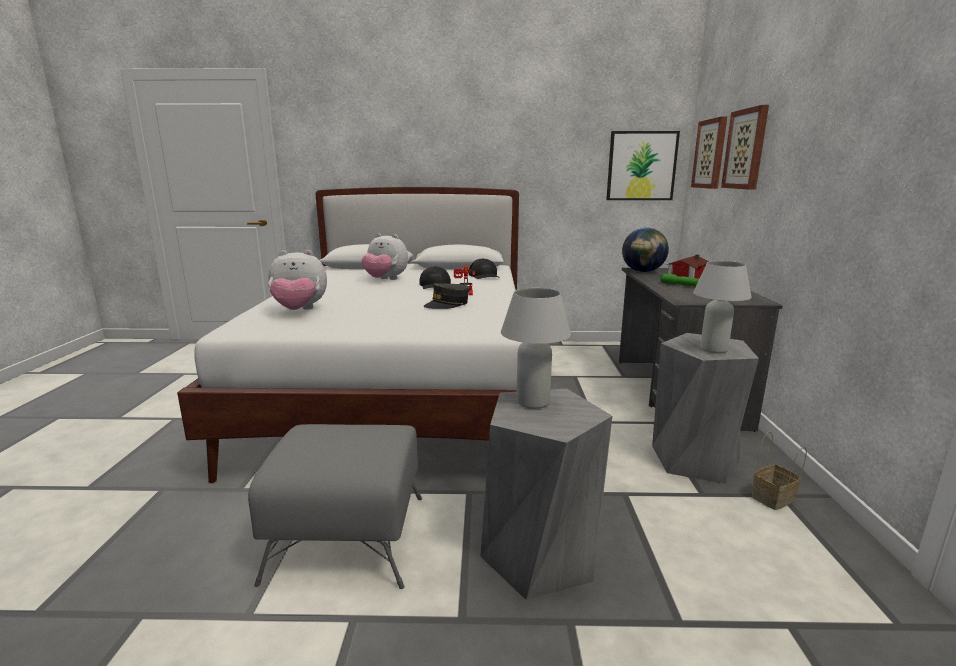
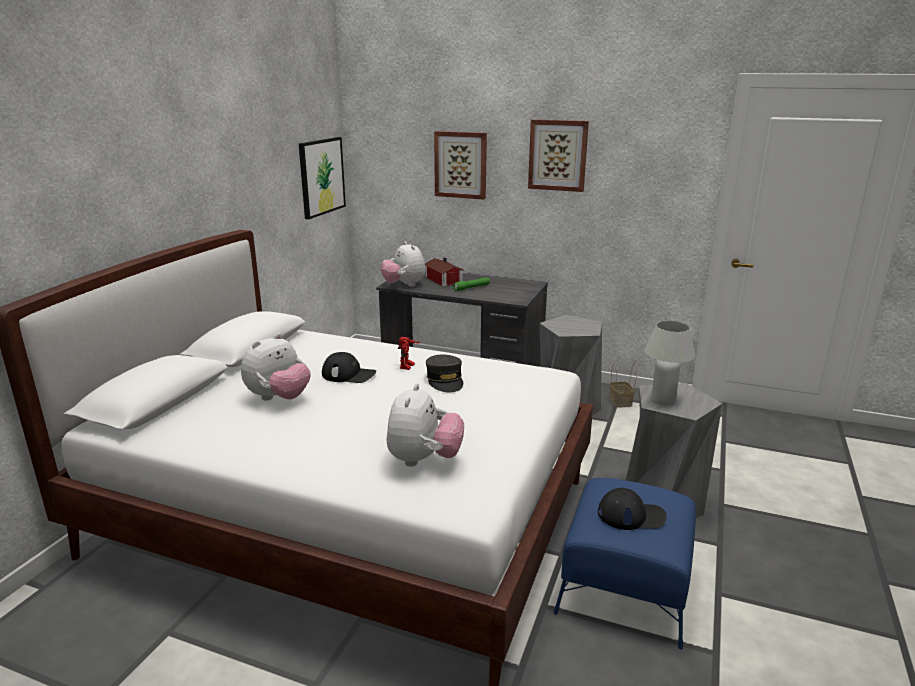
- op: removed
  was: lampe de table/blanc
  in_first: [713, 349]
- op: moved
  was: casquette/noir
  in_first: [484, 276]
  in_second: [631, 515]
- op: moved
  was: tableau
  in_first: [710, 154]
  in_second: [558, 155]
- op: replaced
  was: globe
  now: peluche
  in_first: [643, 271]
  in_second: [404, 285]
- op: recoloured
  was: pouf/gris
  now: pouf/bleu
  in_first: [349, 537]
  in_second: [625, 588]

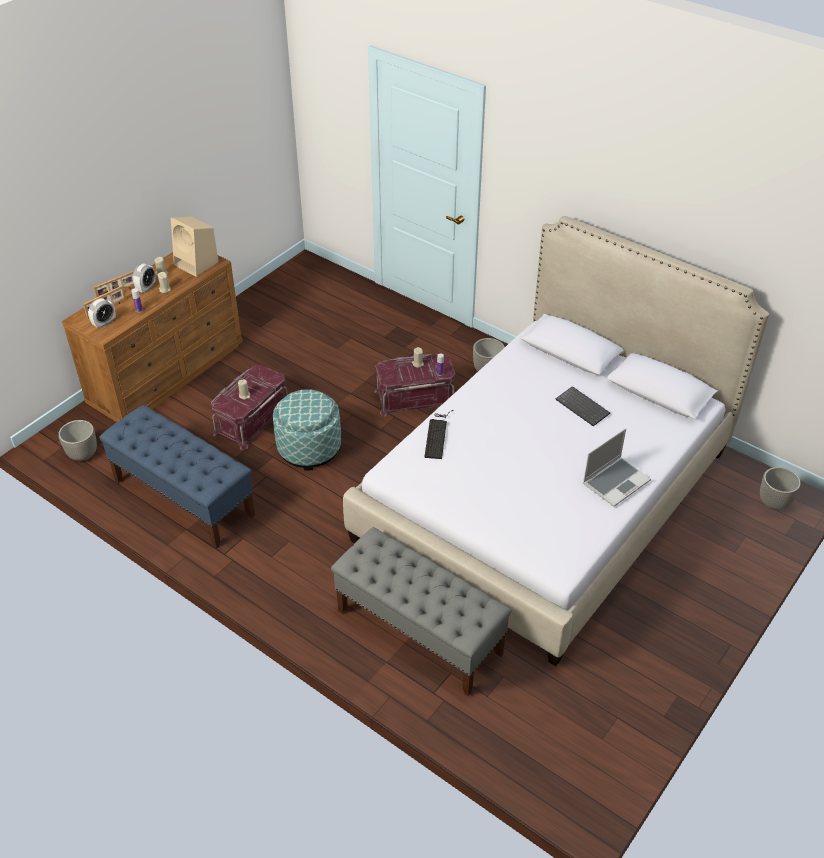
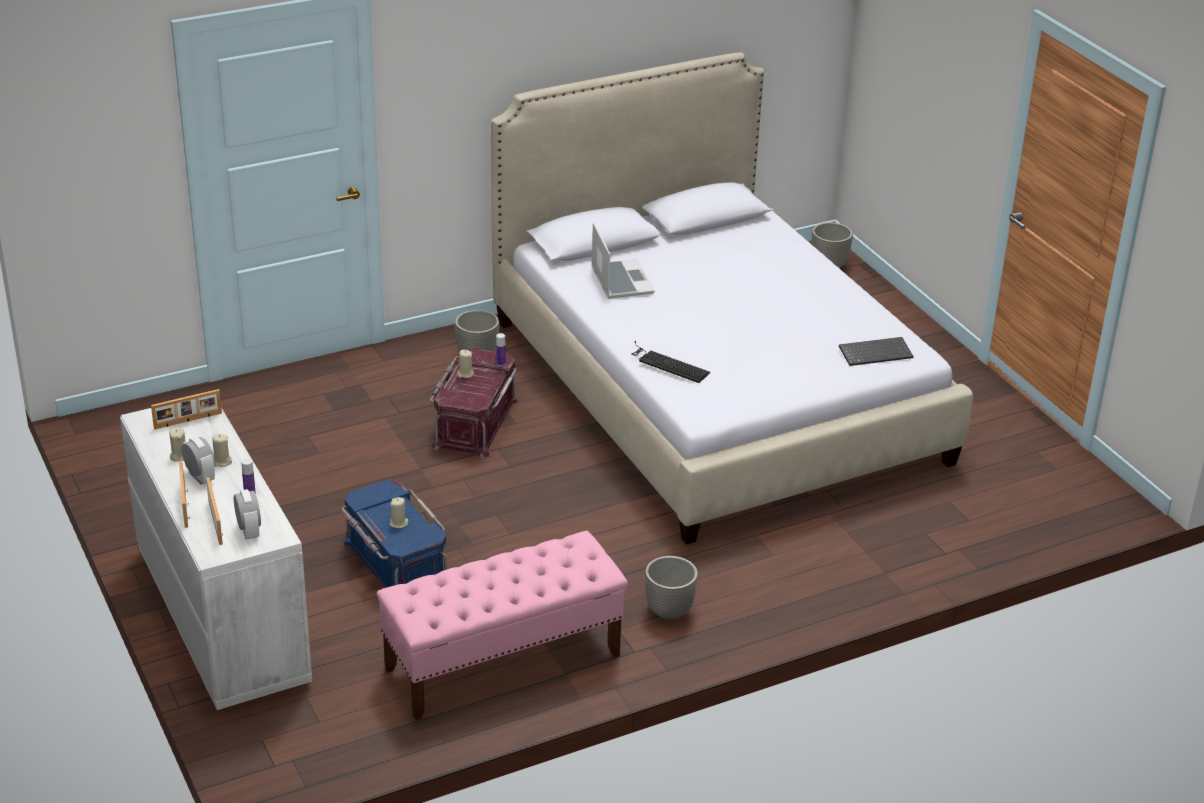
- op: removed
  was: pouf
  in_first: [309, 448]
- op: removed
  was: banc/gris
  in_first: [419, 632]
- op: moved
  was: cache-pot
  in_first: [83, 455]
  in_second: [669, 611]
- op: moved
  was: clavier
  in_first: [583, 407]
  in_second: [876, 352]
- op: moved
  was: ordinateur portable
  in_first: [616, 481]
  in_second: [620, 280]
- op: replaced
  was: enceinte/beige
  now: cadre photo
  in_first: [197, 264]
  in_second: [188, 421]
- op: recoloured
  was: commode/marron
  now: commode/blanc
  in_first: [168, 374]
  in_second: [222, 616]
- op: recoloured
  was: banc/bleu
  now: banc/rose
  in_first: [183, 498]
  in_second: [502, 662]
- op: recoloured
  was: boîte de rangement/rouge
  now: boîte de rangement/bleu
  in_first: [251, 418]
  in_second: [395, 563]

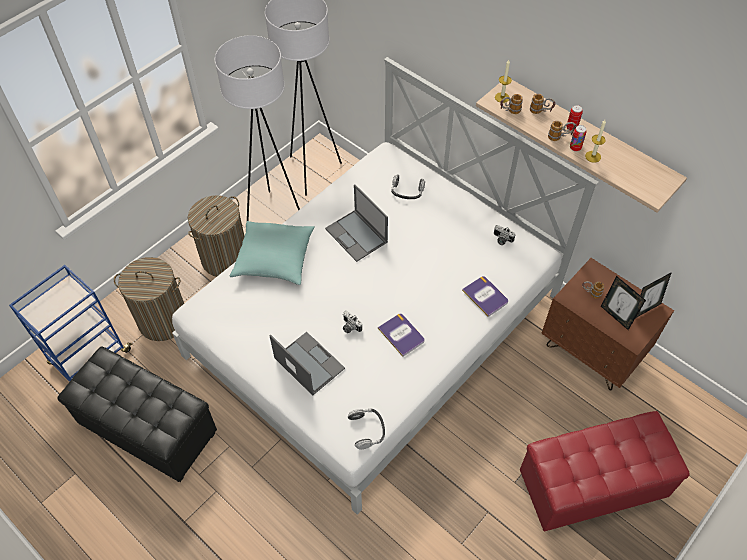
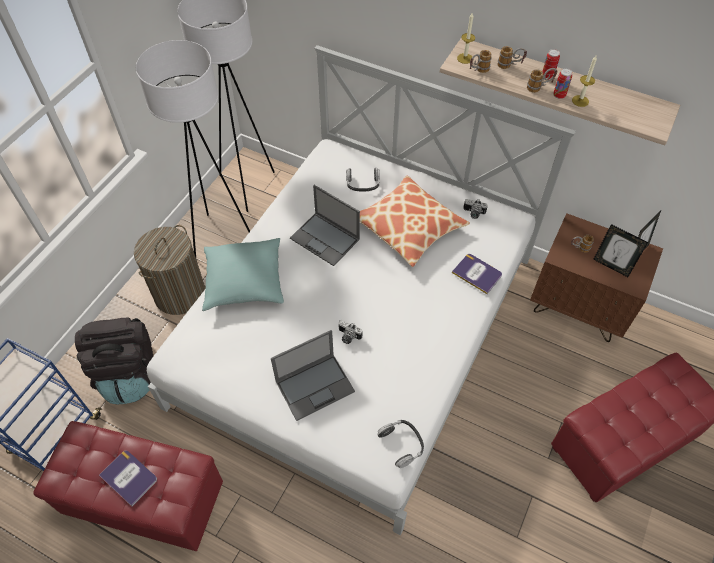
- op: added
  now: coussin
  in_second: [408, 227]
- op: moved
  was: livre
  in_first: [401, 335]
  in_second: [129, 477]
- op: replaced
  was: panier à linge
  now: sac à dos/noir
  in_first: [163, 320]
  in_second: [129, 374]
- op: recoloured
  was: pouf/noir
  now: pouf/rouge
  in_first: [148, 430]
  in_second: [144, 501]
- op: turned
  was: ordinateur portable
  in_first: [308, 363]
  in_second: [315, 386]
  clockwise: 120

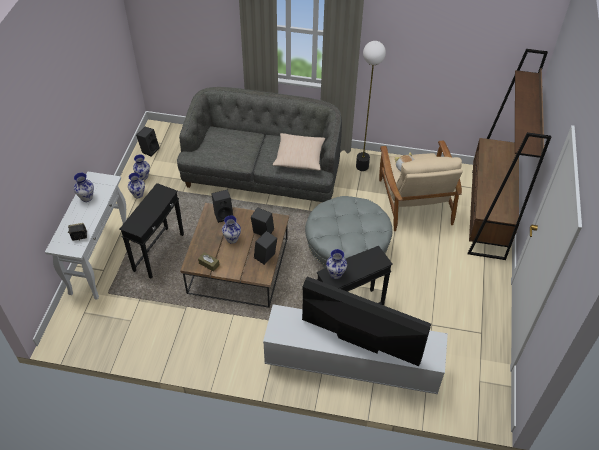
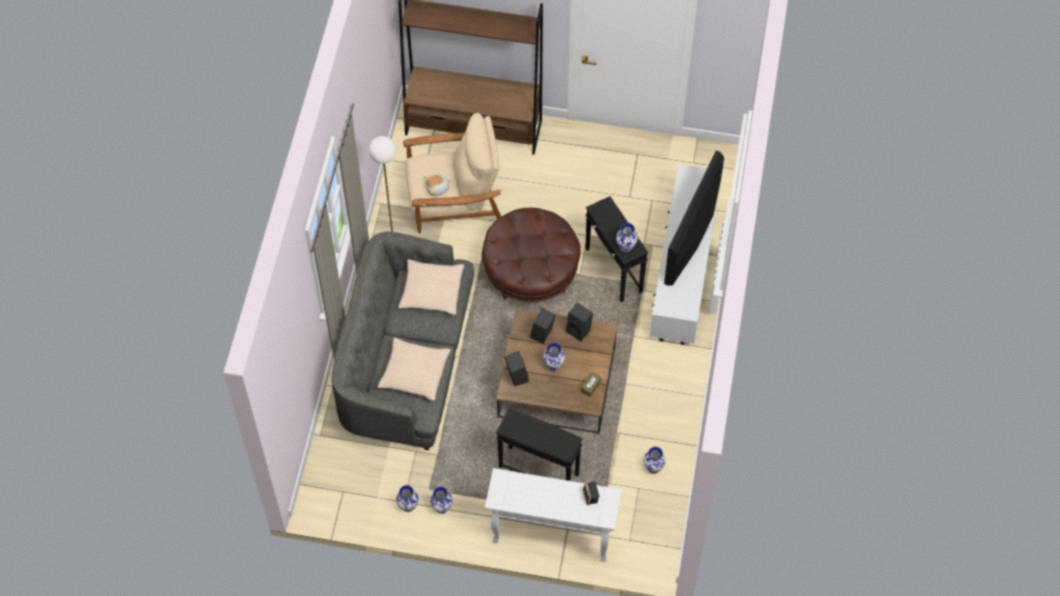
- op: removed
  was: enceinte/noir
  in_first: [149, 149]
- op: added
  now: coussin/beige
  in_second: [414, 373]
- op: moved
  was: vase
  in_first: [86, 198]
  in_second: [653, 468]
- op: recoloured
  was: pouf/gris
  now: pouf/marron
  in_first: [346, 250]
  in_second: [531, 271]

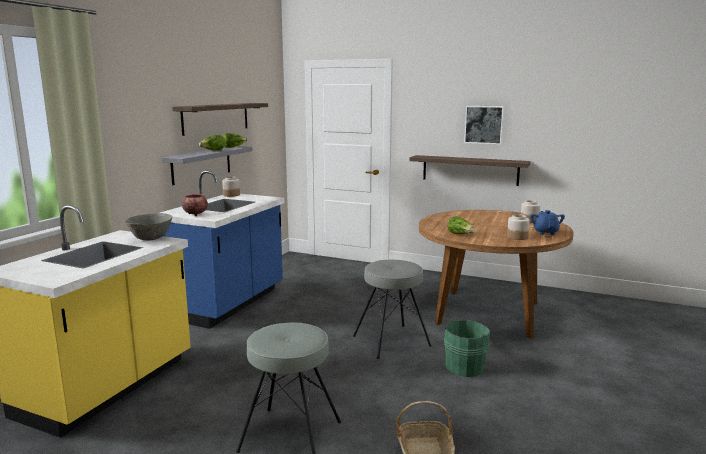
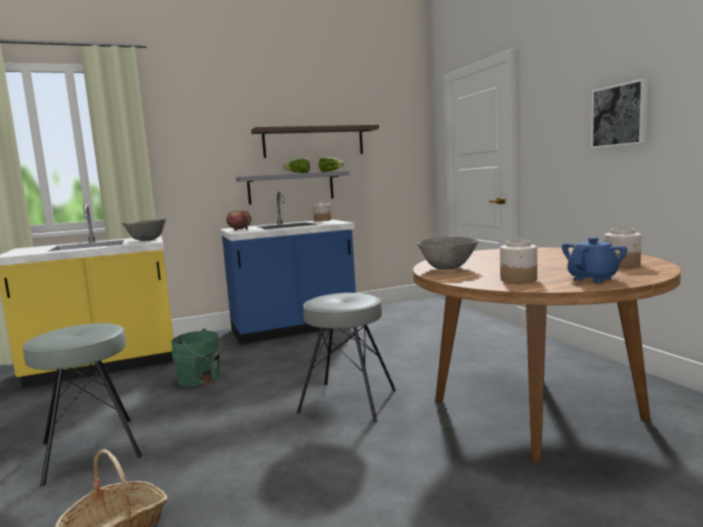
- op: removed
  was: étagère
  in_first: [470, 170]
- op: moved
  was: seau/vert
  in_first: [466, 366]
  in_second: [201, 378]
- op: replaced
  was: laitue
  now: bol/gris
  in_first: [460, 234]
  in_second: [448, 268]

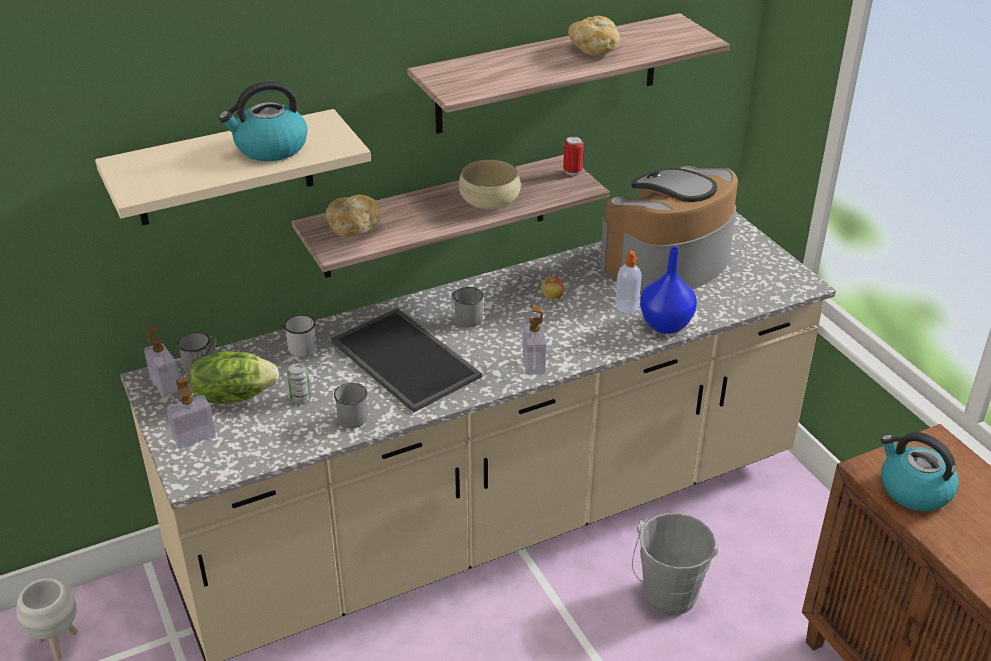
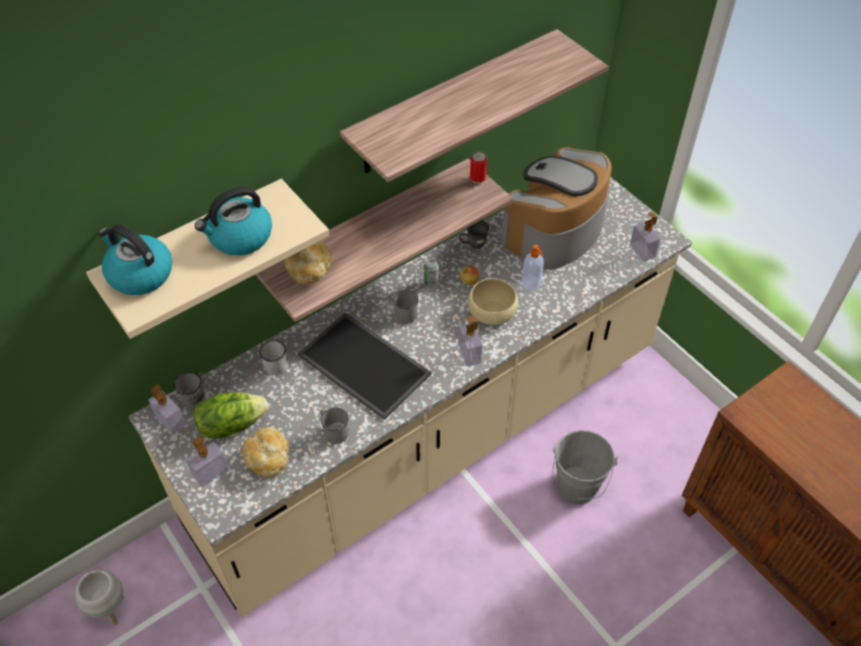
- op: removed
  was: vase/bleu
  in_first: [664, 325]
- op: added
  now: mug/gris
  in_second: [473, 244]
- op: added
  now: distributeur de savon
  in_second: [642, 251]
- op: moved
  was: boîte métallique
  in_first: [300, 398]
  in_second: [431, 282]
- op: moved
  was: bol/beige
  in_first: [489, 200]
  in_second: [492, 311]
- op: moved
  was: pain
  in_first: [594, 49]
  in_second: [268, 458]
- op: moved
  was: bouilloire
  in_first: [913, 490]
  in_second: [139, 274]

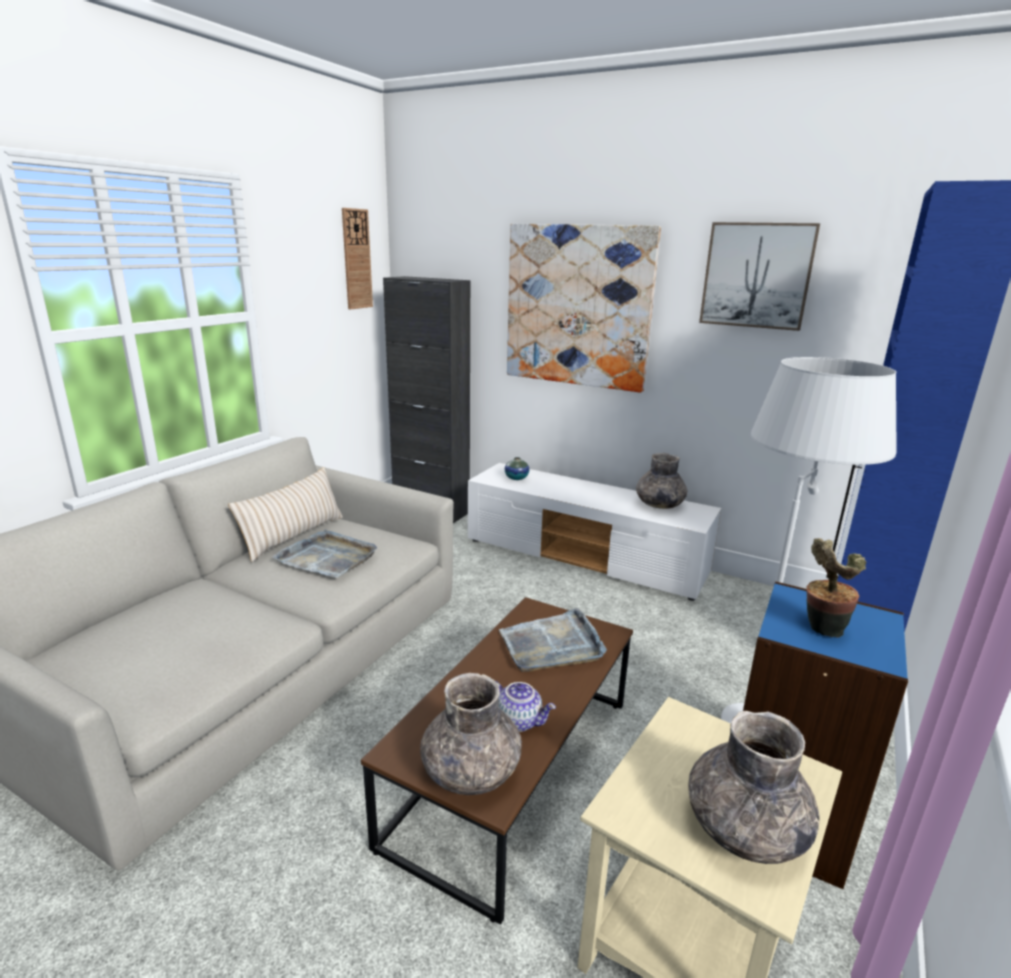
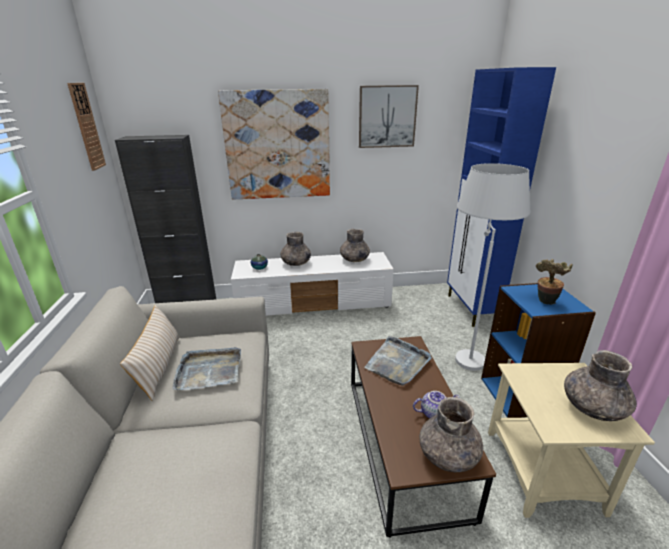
- op: added
  now: vase/gris
  in_second: [296, 263]

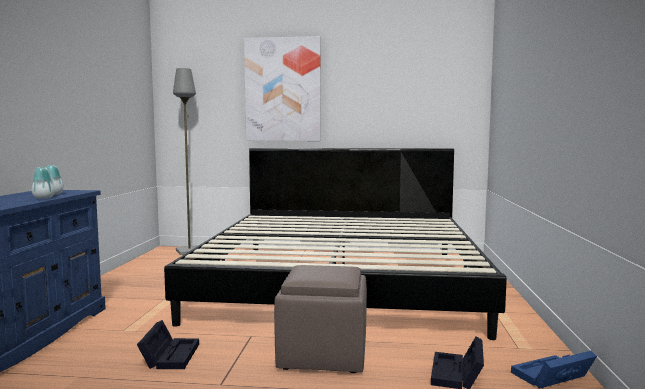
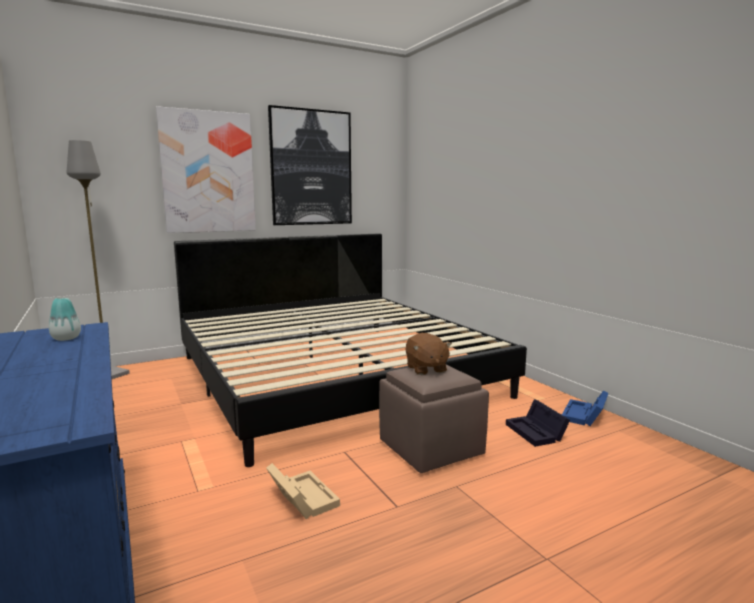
- op: removed
  was: vase
  in_first: [43, 198]
- op: added
  now: tableau
  in_second: [311, 168]
- op: added
  now: peluche/marron
  in_second: [426, 369]
- op: recoloured
  was: boîte de rangement/noir
  now: boîte de rangement/beige
  in_first: [170, 355]
  in_second: [301, 498]

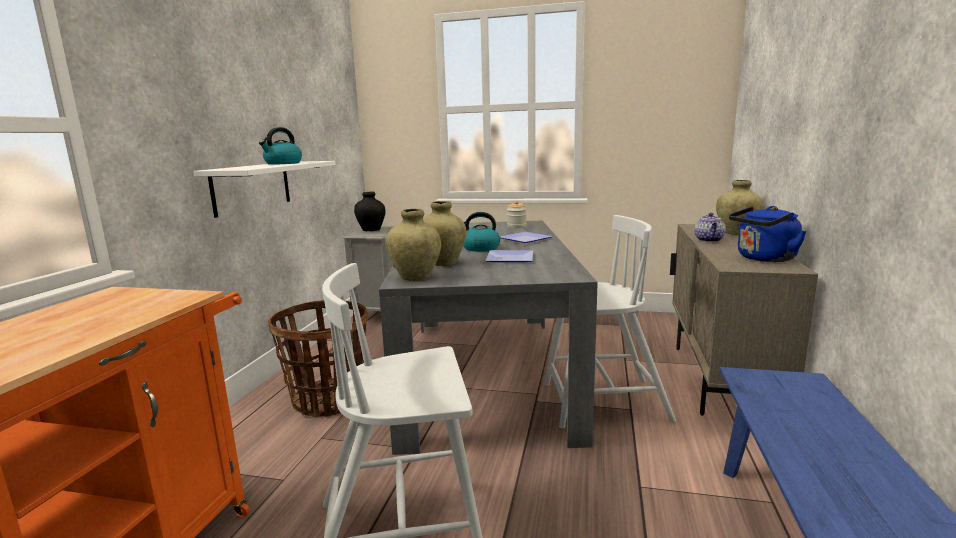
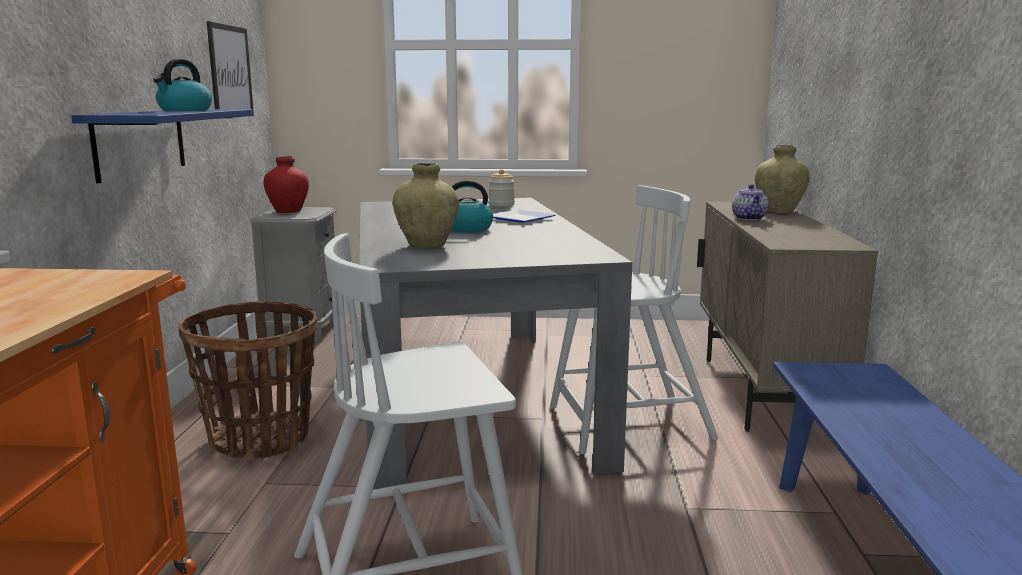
- op: removed
  was: vase/beige
  in_first: [415, 277]
- op: removed
  was: assiette
  in_first: [511, 258]
- op: removed
  was: bouilloire/bleu
  in_first: [763, 259]
- op: added
  now: tableau
  in_second: [230, 71]
- op: recoloured
  was: étagère/blanc
  now: étagère/bleu
  in_first: [252, 187]
  in_second: [140, 142]
- op: recoloured
  was: vase/noir
  now: vase/rouge
  in_first: [371, 230]
  in_second: [288, 211]

